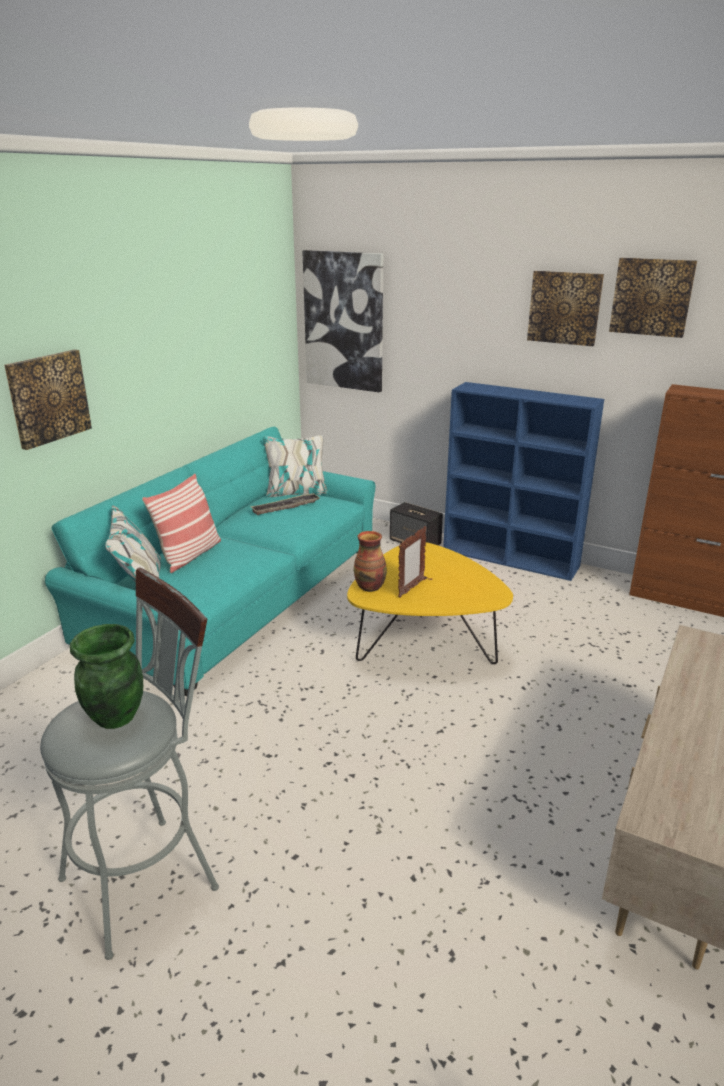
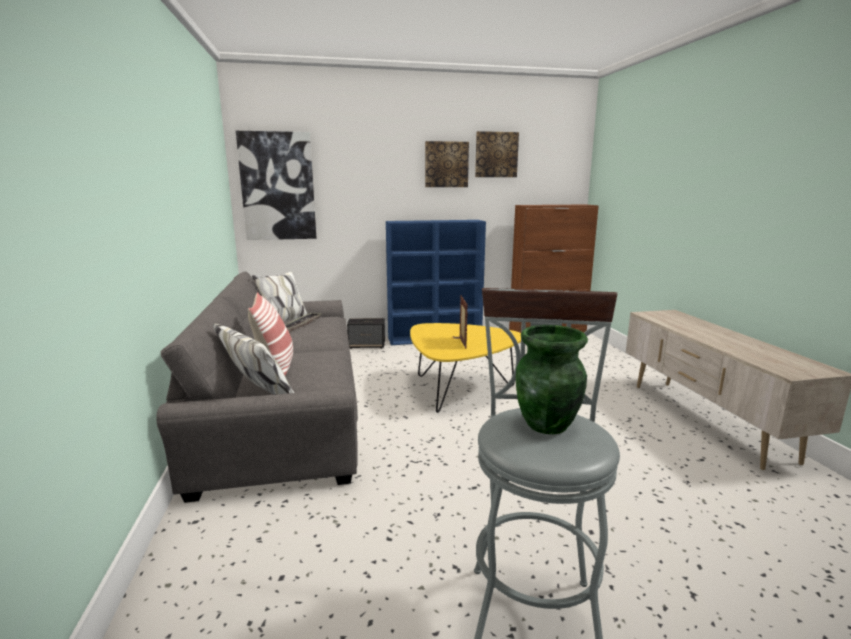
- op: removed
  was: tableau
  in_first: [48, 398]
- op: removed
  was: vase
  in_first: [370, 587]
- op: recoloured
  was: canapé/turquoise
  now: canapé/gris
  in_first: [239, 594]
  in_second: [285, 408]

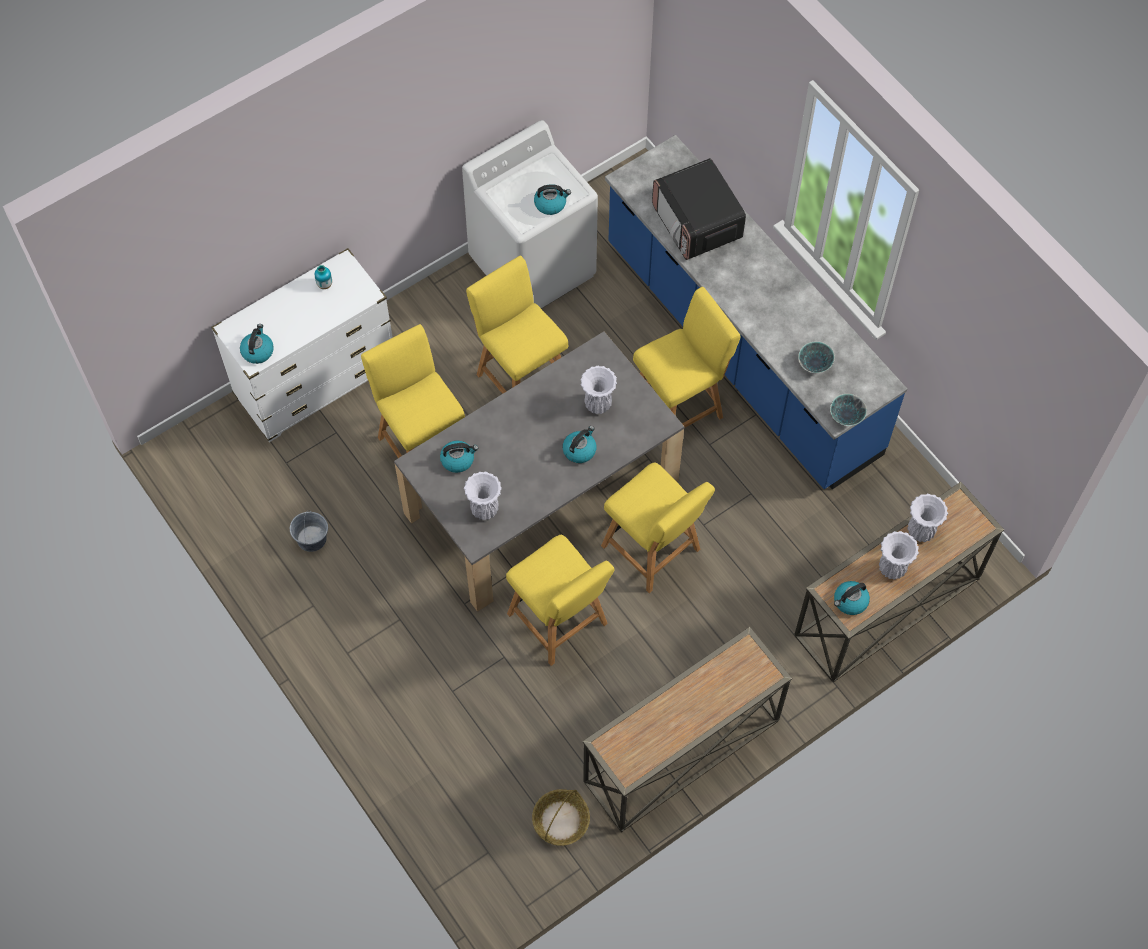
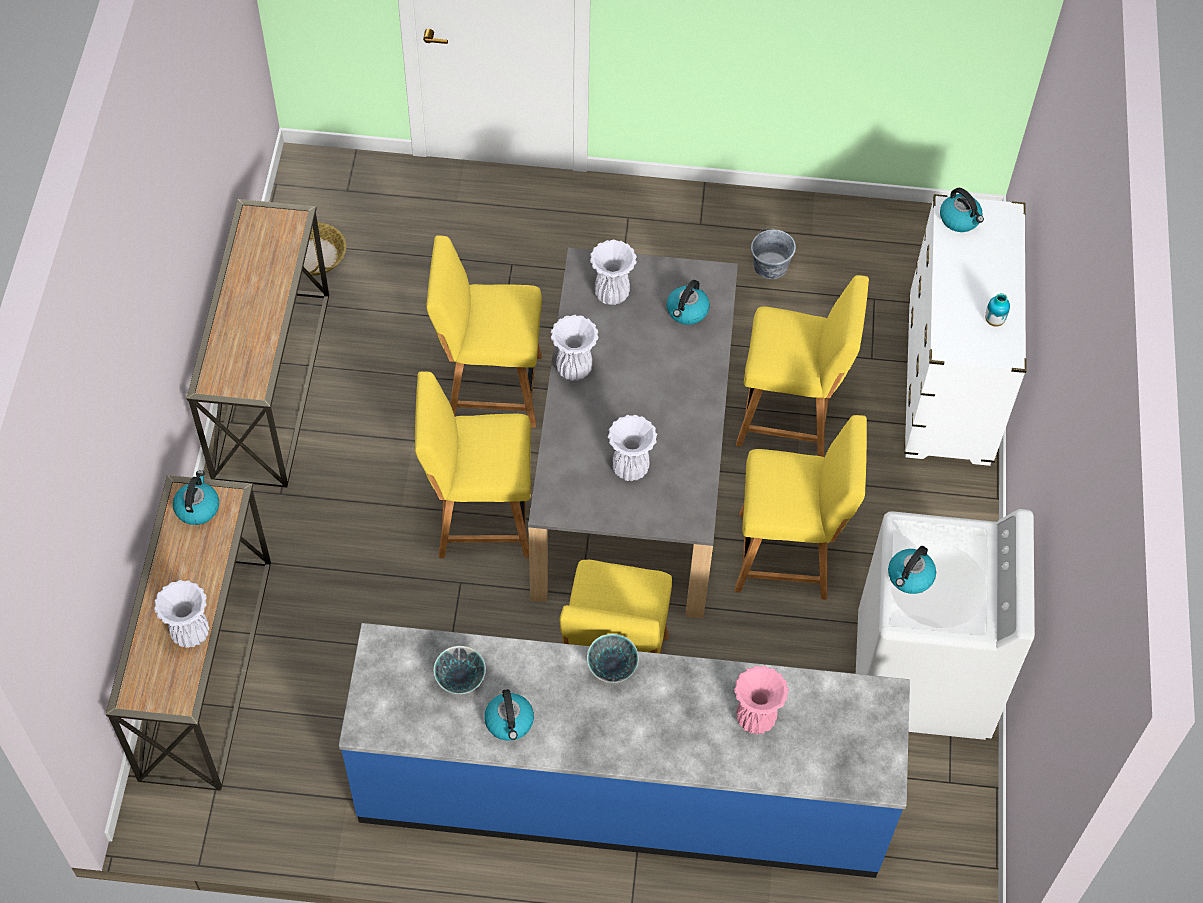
- op: moved
  was: bouilloire
  in_first: [579, 450]
  in_second: [509, 722]
- op: moved
  was: bol
  in_first: [846, 417]
  in_second: [612, 667]
- op: moved
  was: vase/blanc
  in_first: [892, 569]
  in_second: [573, 369]
- op: replaced
  was: micro-ondes
  now: vase/rose
  in_first: [697, 223]
  in_second: [754, 719]

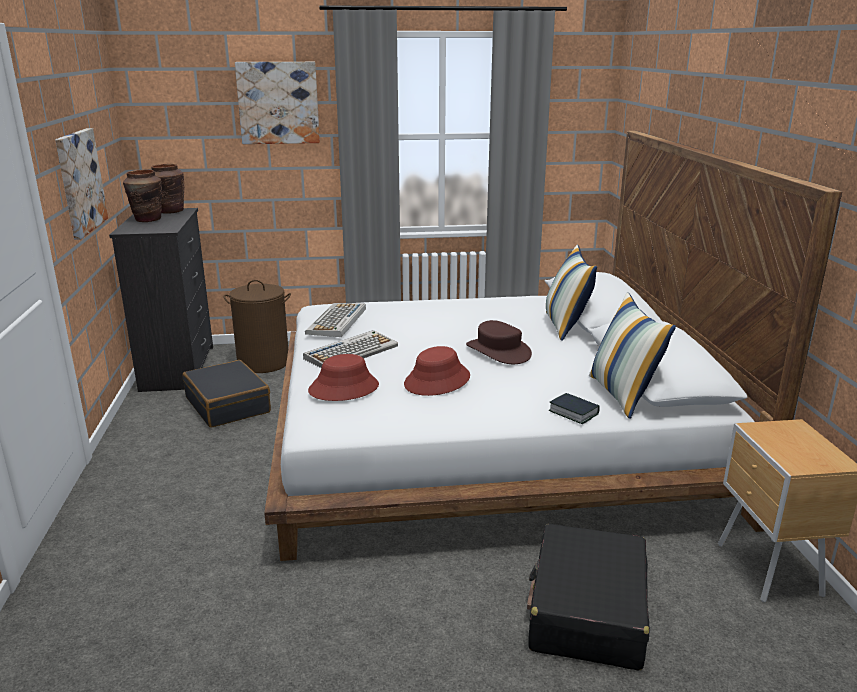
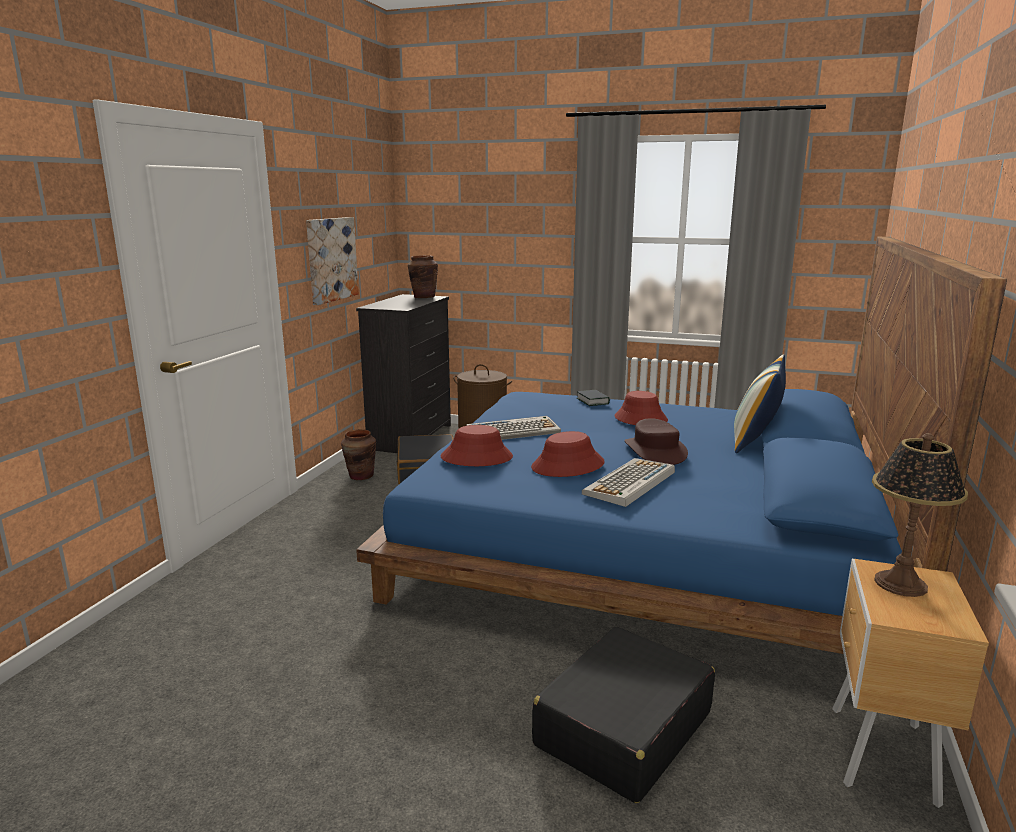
- op: removed
  was: tableau
  in_first: [278, 103]
- op: removed
  was: coussin
  in_first: [623, 395]
- op: added
  now: chapeau/rouge
  in_second: [640, 419]
- op: added
  now: lampe de table
  in_second: [901, 584]
- op: moved
  was: vase/marron
  in_first: [148, 219]
  in_second: [361, 476]
- op: moved
  was: clavier
  in_first: [337, 321]
  in_second: [630, 483]
- op: moved
  was: livre
  in_first: [573, 412]
  in_second: [592, 401]
- op: recoloured
  was: lit/blanc
  now: lit/bleu
  in_first: [485, 435]
  in_second: [643, 542]

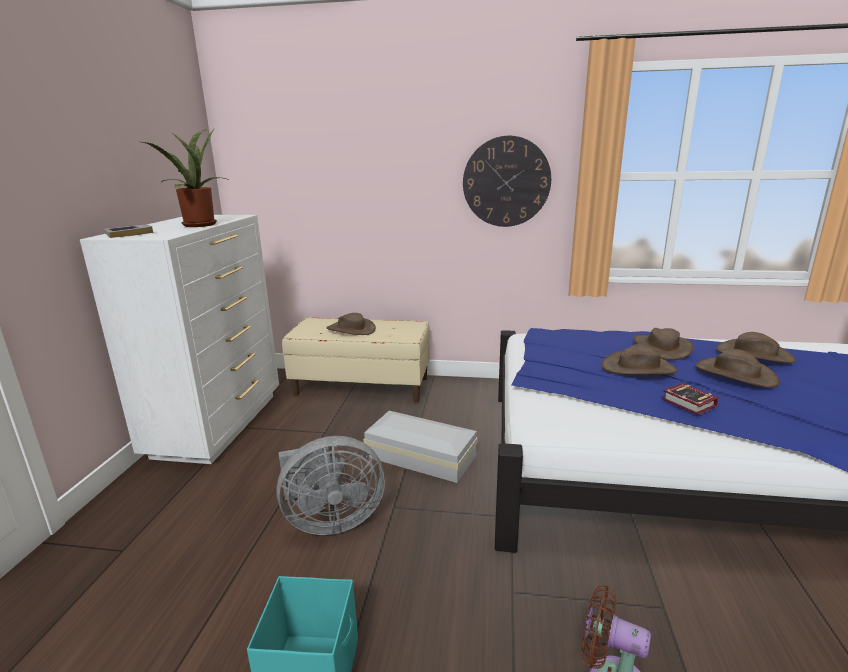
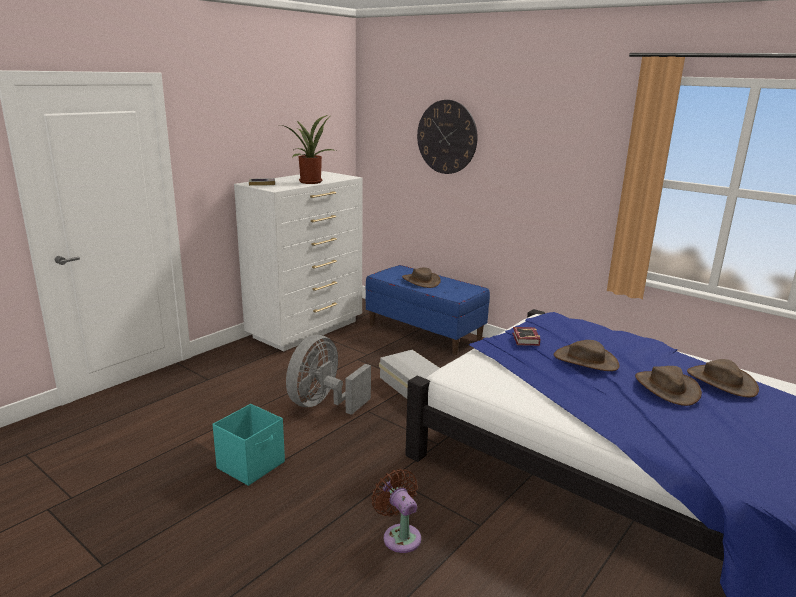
- op: removed
  was: chapeau/marron
  in_first: [661, 347]
- op: moved
  was: horloge murale
  in_first: [506, 182]
  in_second: [447, 137]
- op: moved
  was: livre
  in_first: [689, 404]
  in_second: [525, 340]
- op: recoloured
  was: banc/beige
  now: banc/bleu
  in_first: [362, 386]
  in_second: [424, 331]
- op: turned
  was: ventilateur/gris
  in_first: [330, 520]
  in_second: [323, 404]
  clockwise: 105

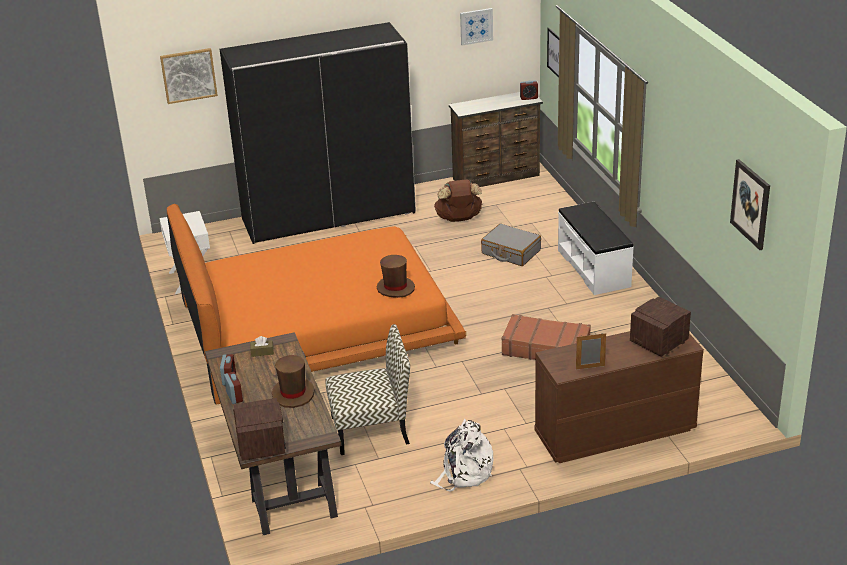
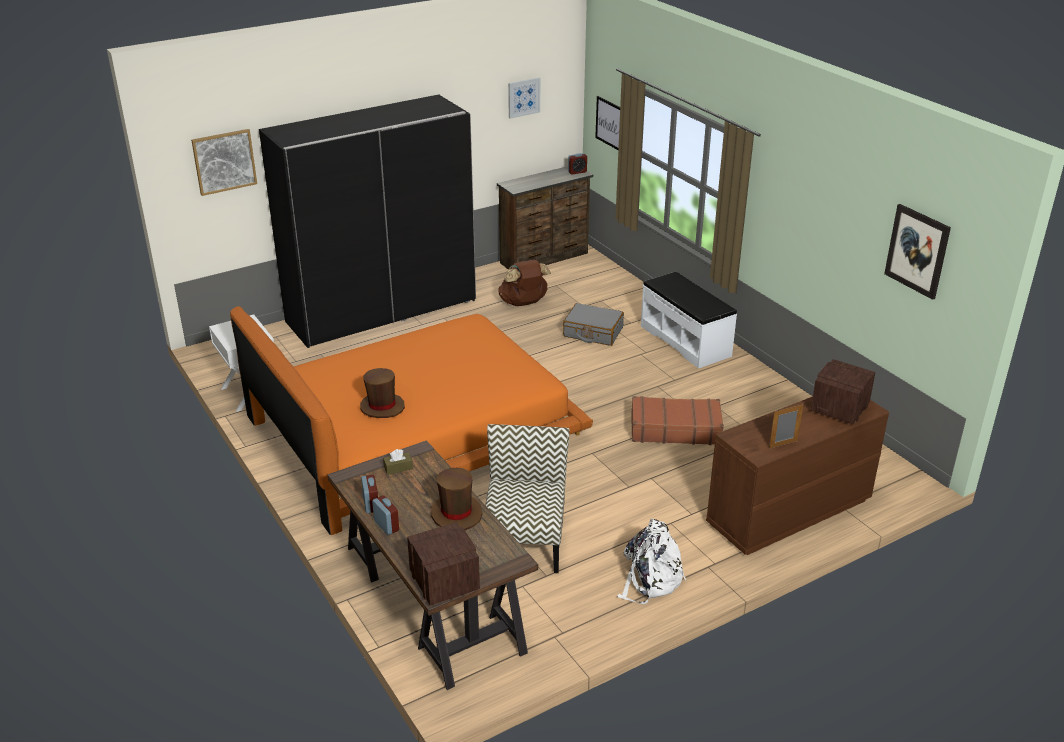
- op: moved
  was: chapeau/marron
  in_first: [395, 288]
  in_second: [382, 407]
- op: turned
  was: chaise
  in_first: [371, 429]
  in_second: [524, 542]
  clockwise: -60

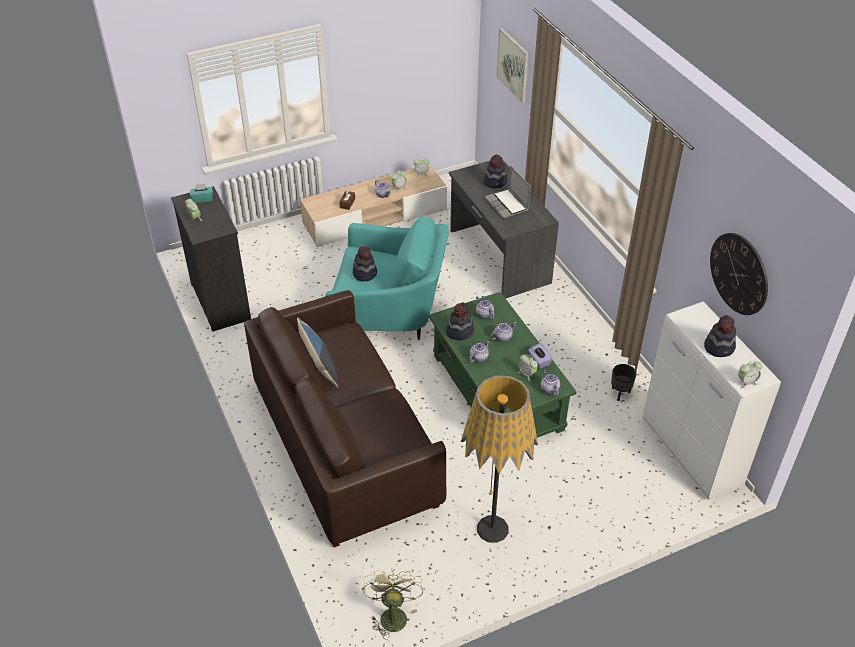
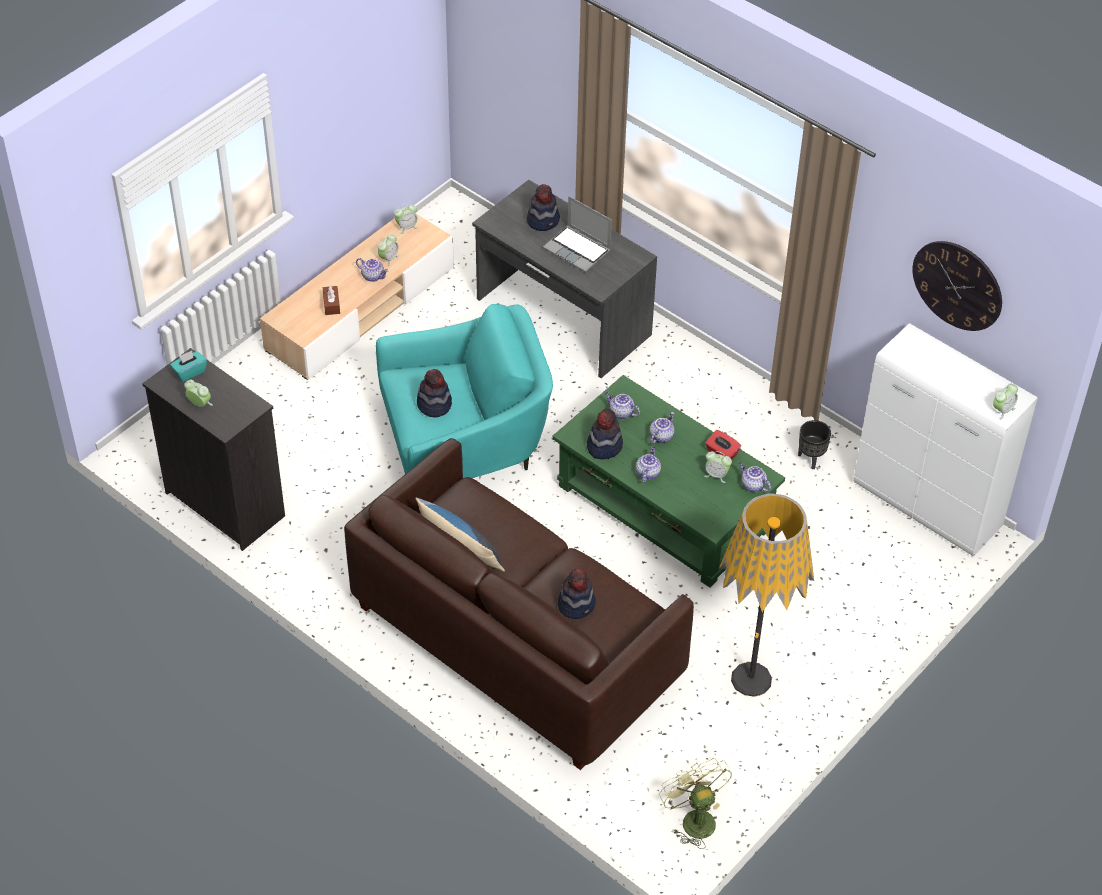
- op: removed
  was: tableau
  in_first: [513, 65]
- op: moved
  was: chapeau
  in_first: [719, 347]
  in_second: [577, 604]
- op: recoloured
  was: boîte à mouchoirs/violet
  now: boîte à mouchoirs/rouge
  in_first: [539, 361]
  in_second: [721, 453]

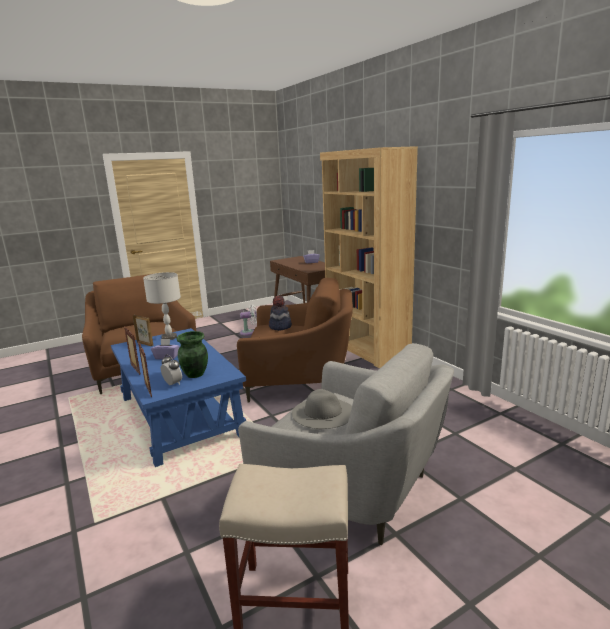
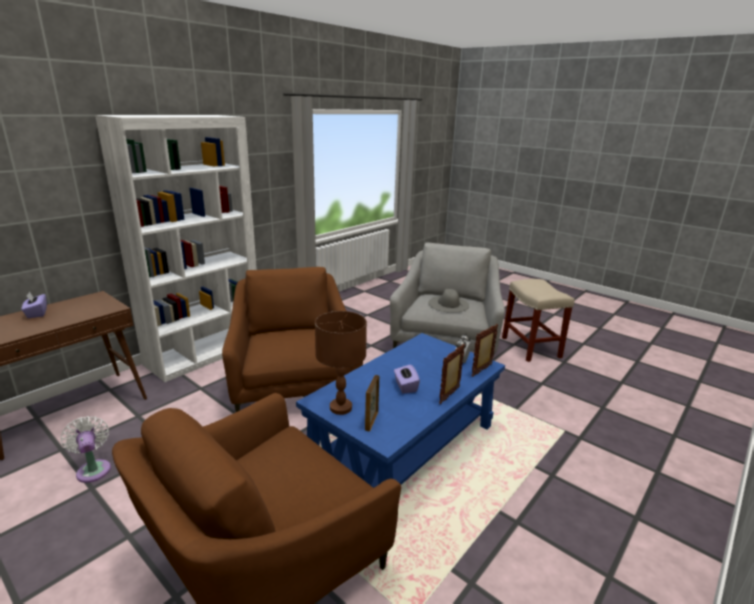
- op: removed
  was: vase/vert
  in_first: [195, 374]
- op: removed
  was: chapeau
  in_first: [280, 326]
- op: recoloured
  was: lampe de table/gris
  now: lampe de table/marron
  in_first: [169, 337]
  in_second: [341, 408]
- op: recoloured
  was: bibliothèque/marron
  now: bibliothèque/blanc
  in_first: [366, 348]
  in_second: [205, 353]

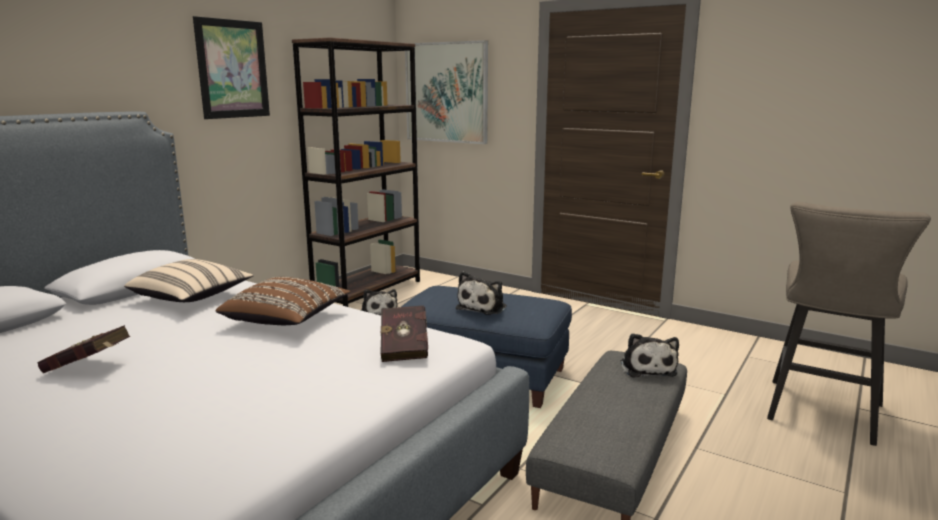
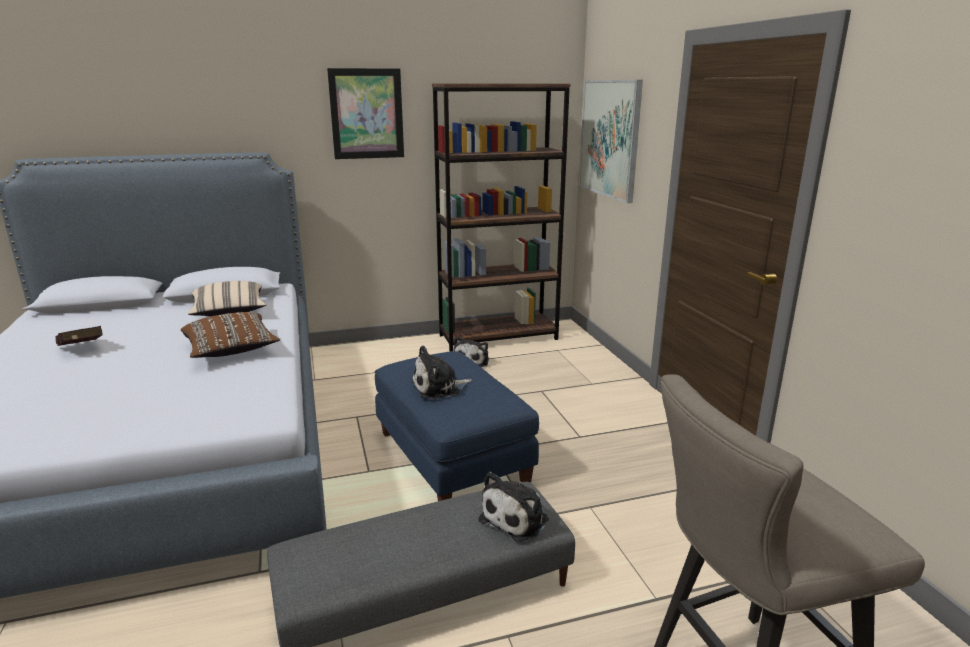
- op: removed
  was: livre/rouge
  in_first: [405, 348]

